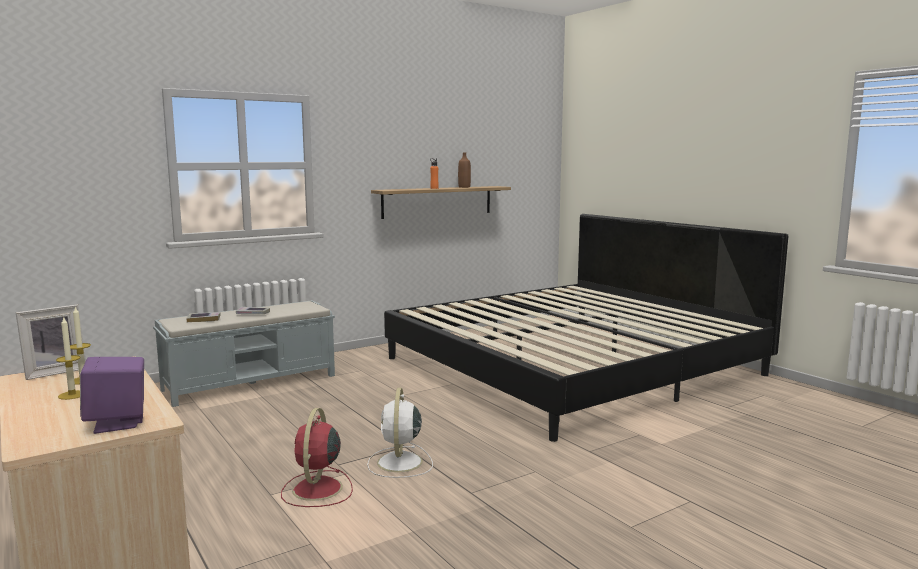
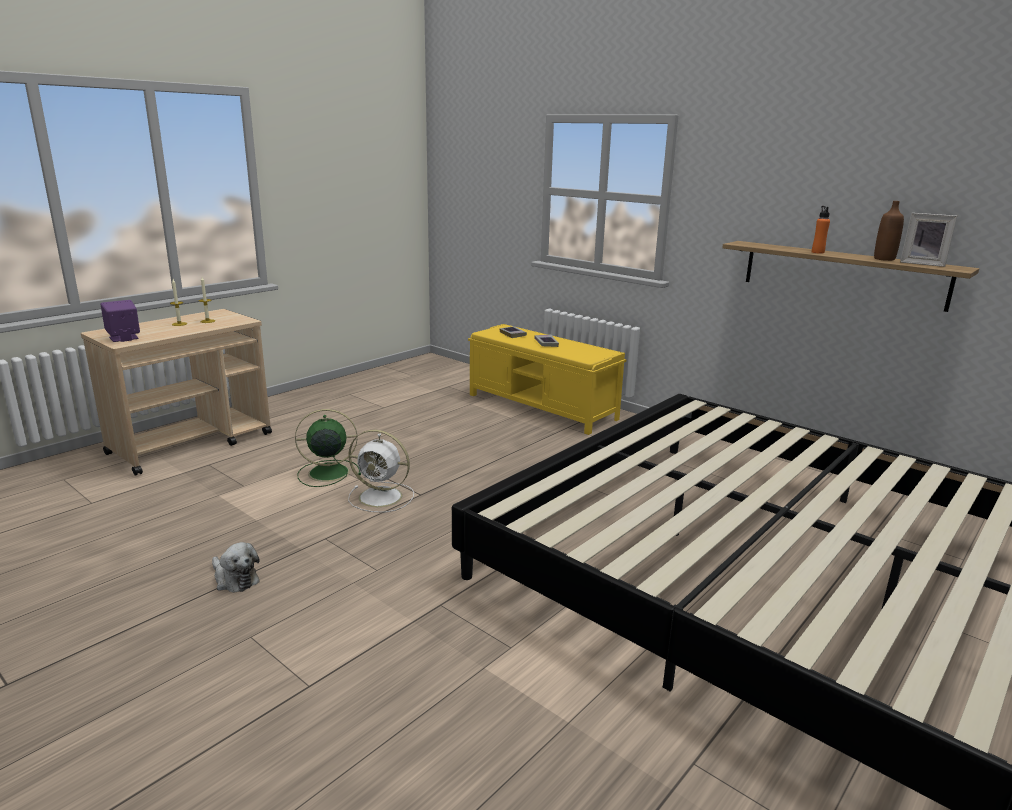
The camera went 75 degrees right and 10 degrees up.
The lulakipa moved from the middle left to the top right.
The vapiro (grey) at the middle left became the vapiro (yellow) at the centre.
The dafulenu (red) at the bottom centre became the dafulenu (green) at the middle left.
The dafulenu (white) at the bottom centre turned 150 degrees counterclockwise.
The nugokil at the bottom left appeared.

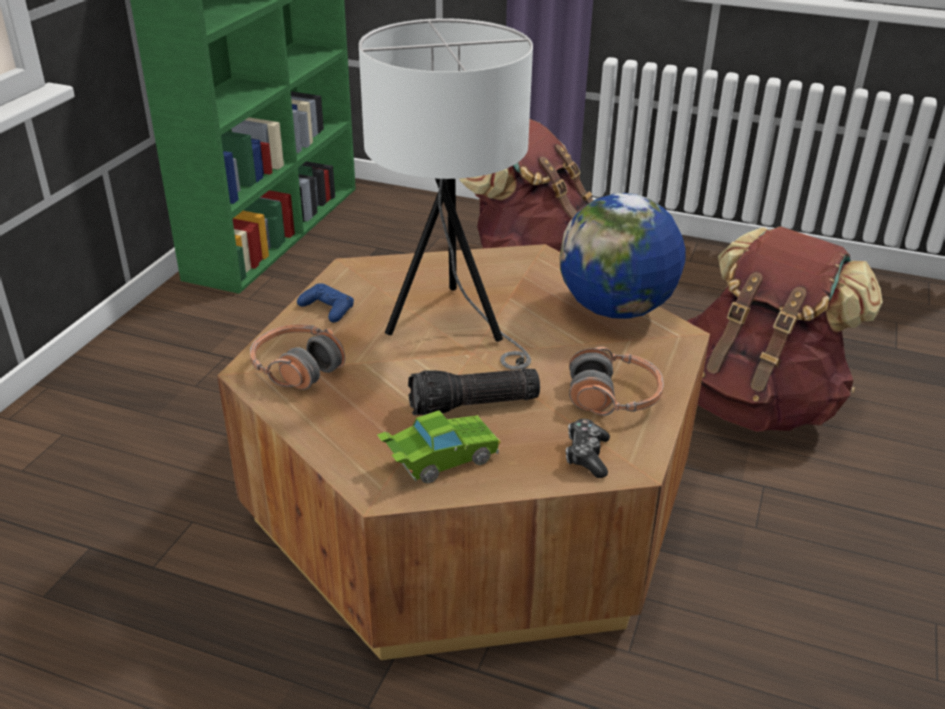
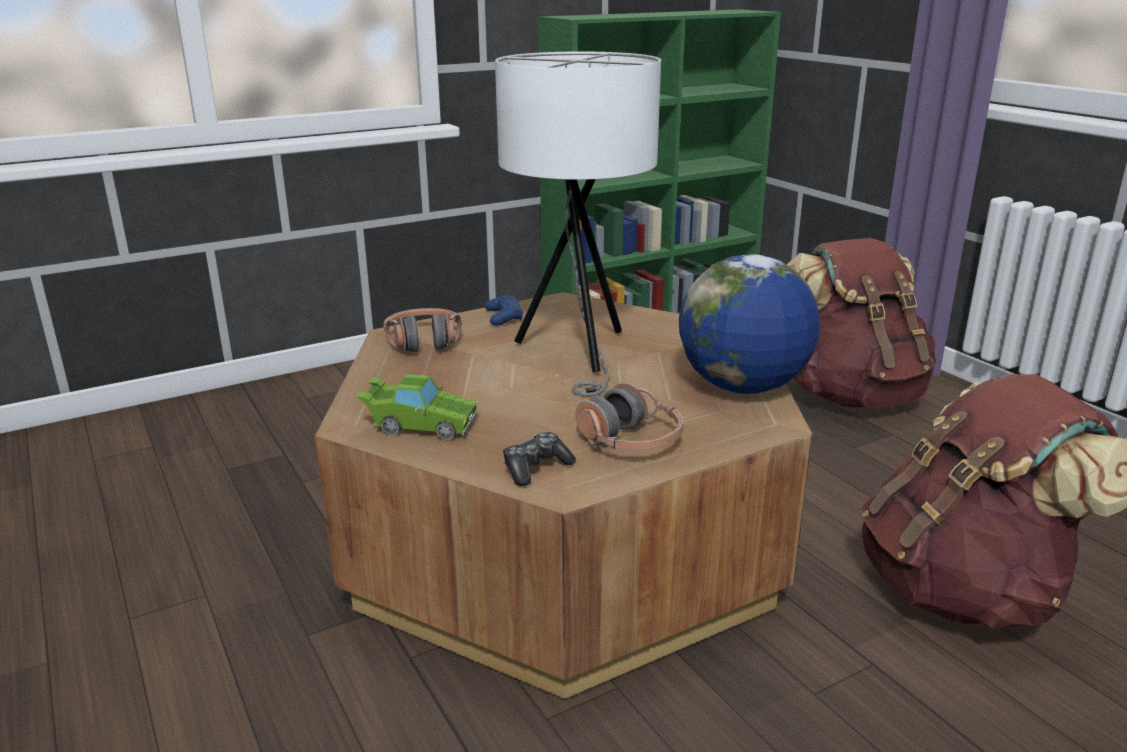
The camera went 40 degrees right and 10 degrees down.
The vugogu at the centre disappeared.

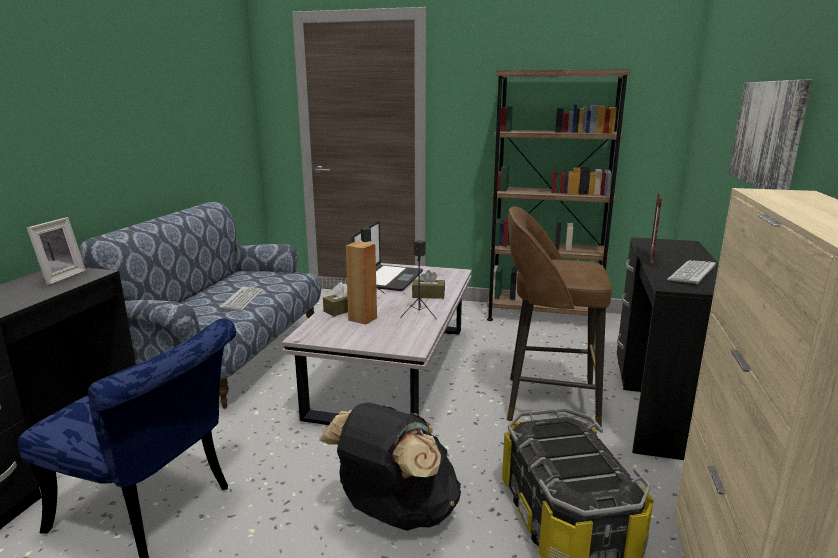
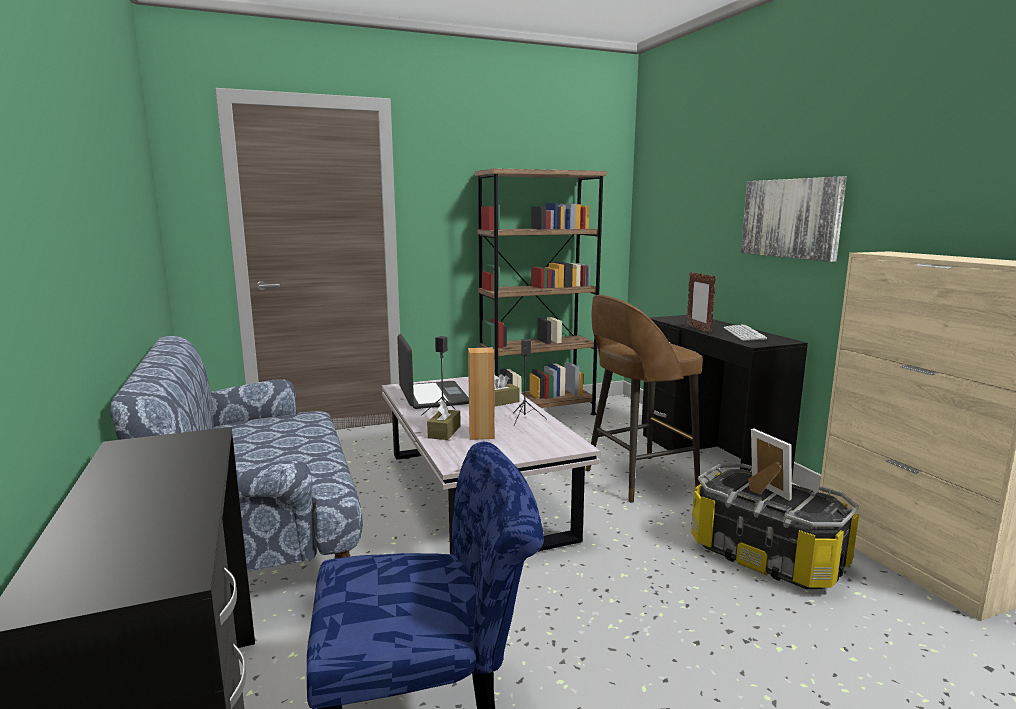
The camera went 35 degrees left and 5 degrees down.
The lulakipa (1st from left in the first image) moved from the middle left to the middle right.
The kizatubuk (1st from left) at the middle left disappeared.
The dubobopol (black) at the bottom centre disappeared.

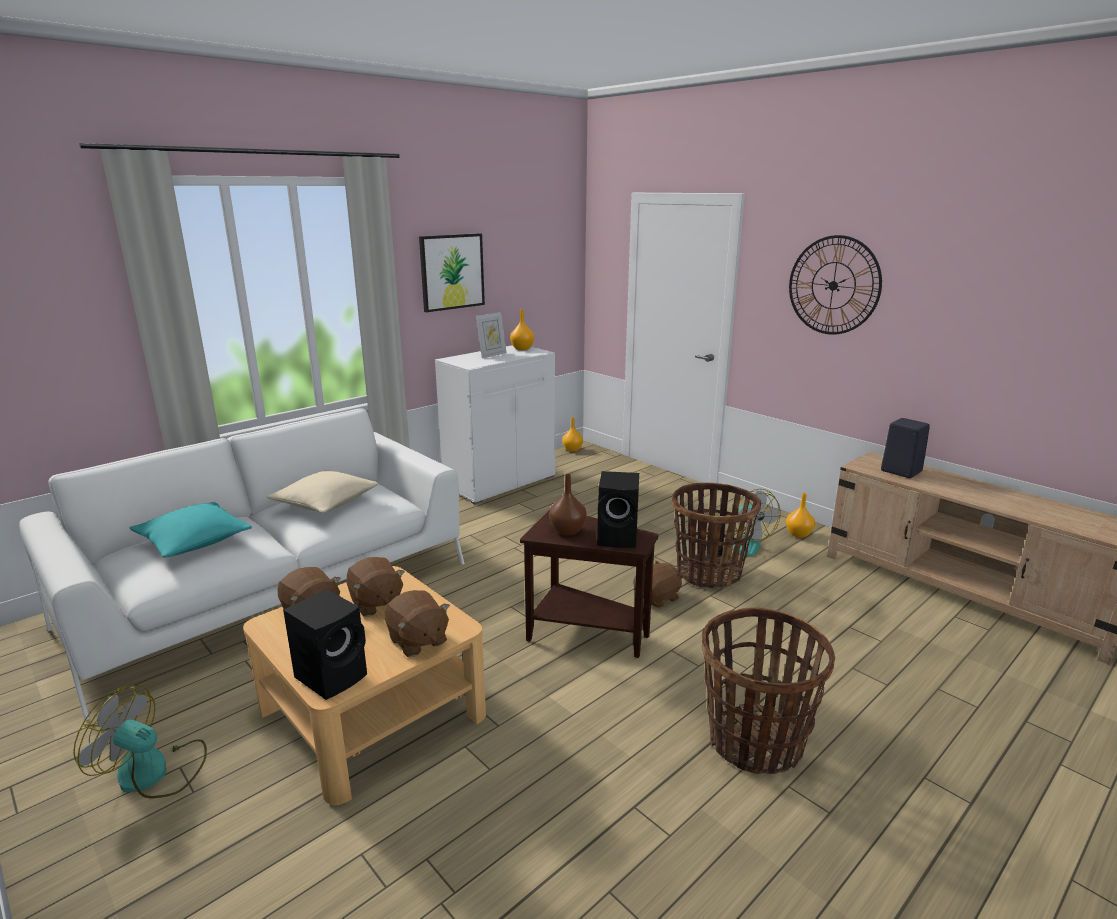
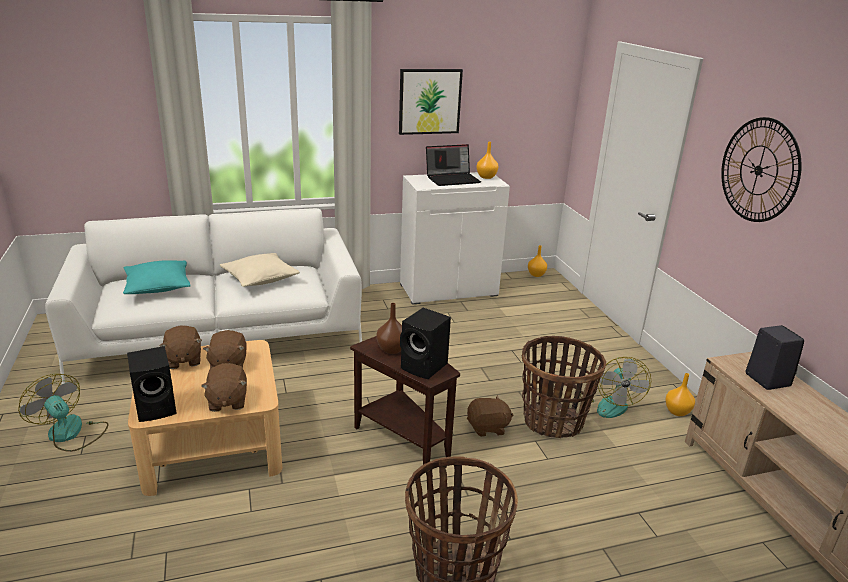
The camera went 25 degrees right and 5 degrees up.
The lulakipa at the centre was replaced by the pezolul at the top centre.

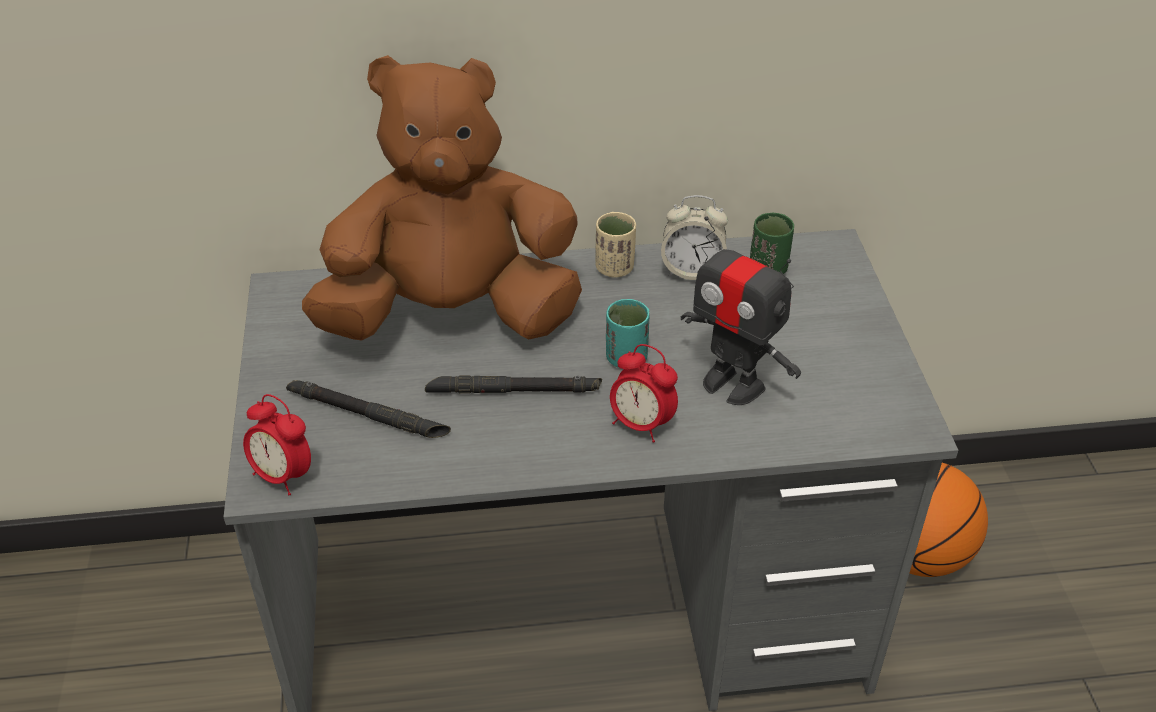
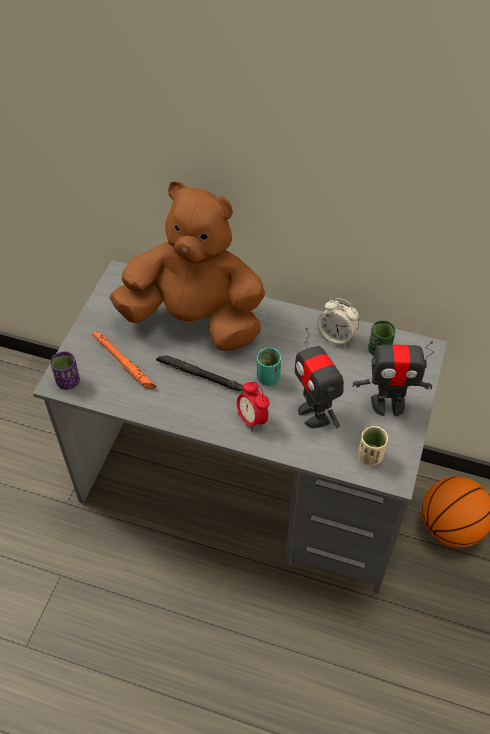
The camera went 25 degrees right and 10 degrees up.
The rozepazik (1st from left) at the middle left was replaced by the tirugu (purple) at the middle left.
The vugogu (black) (1st from left) at the middle left became the vugogu (orange) at the middle left.
The tirugu (beige) moved from the centre to the middle right.
The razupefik (2nd from left) at the middle right appeared.

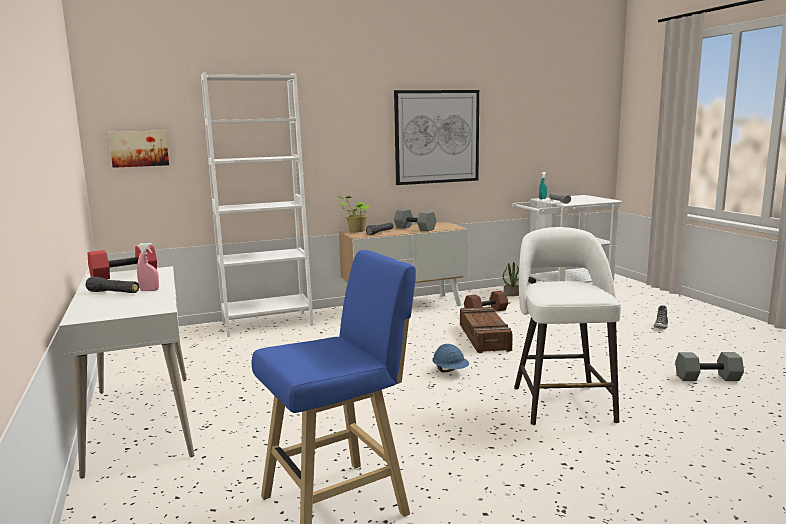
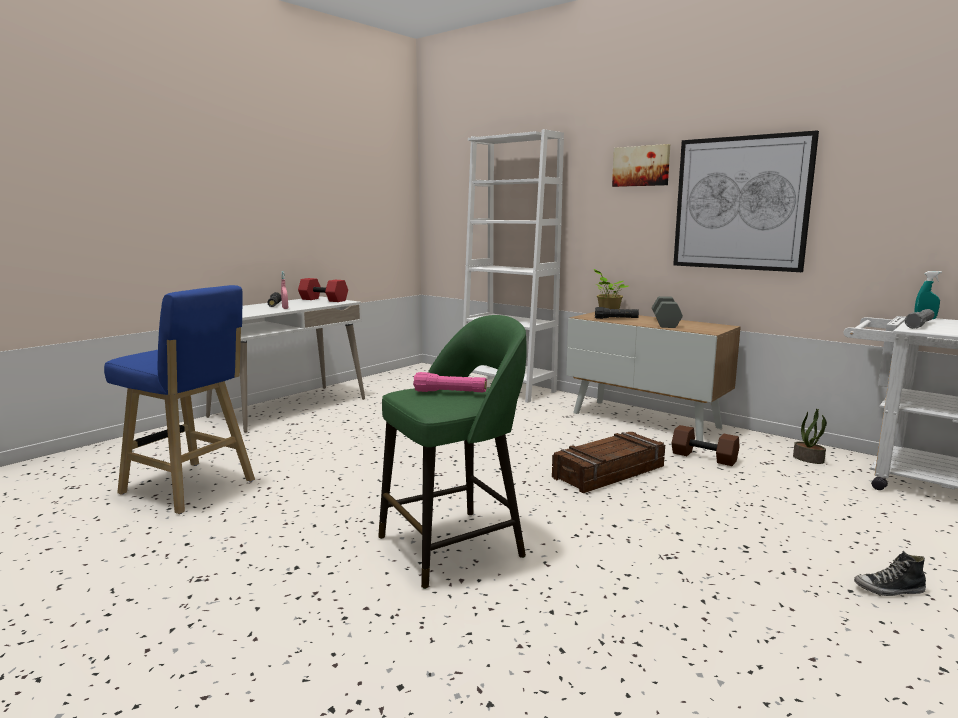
The camera went 60 degrees right and 0 degrees up.
The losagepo (1st from left) moved from the top left to the top right.
The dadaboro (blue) at the bottom centre disappeared.
The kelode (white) at the middle right became the kelode (green) at the centre.
The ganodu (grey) (2nd from left) at the bottom right disappeared.
The vugogu (pink) at the centre appeared.

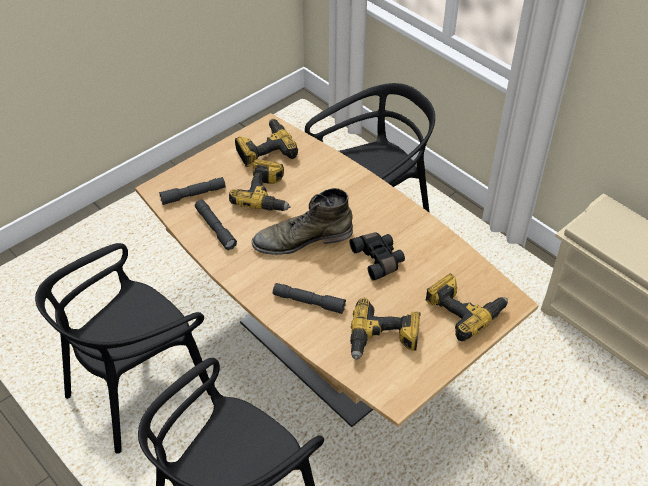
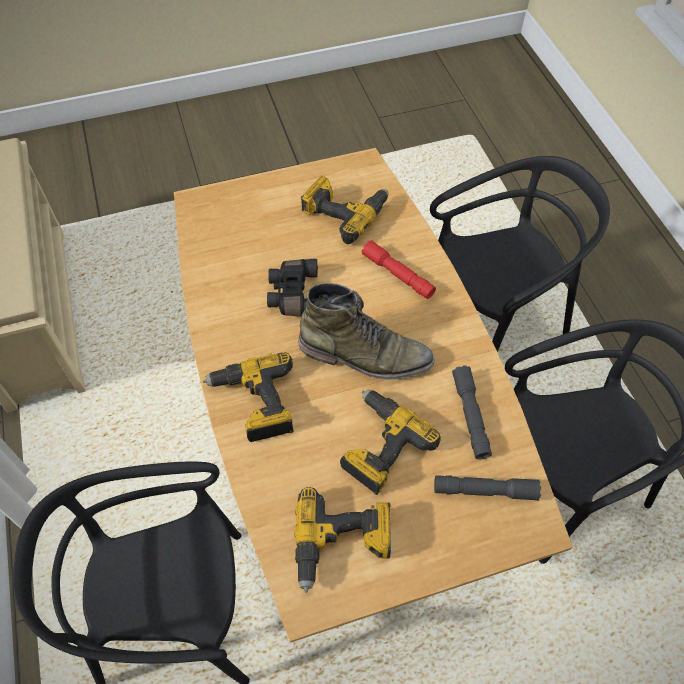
The camera went 155 degrees left and 10 degrees up.
The vugogu (grey) (3rd from left) at the centre became the vugogu (red) at the centre.
The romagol (4th from left in the first image) moved from the middle right to the centre.

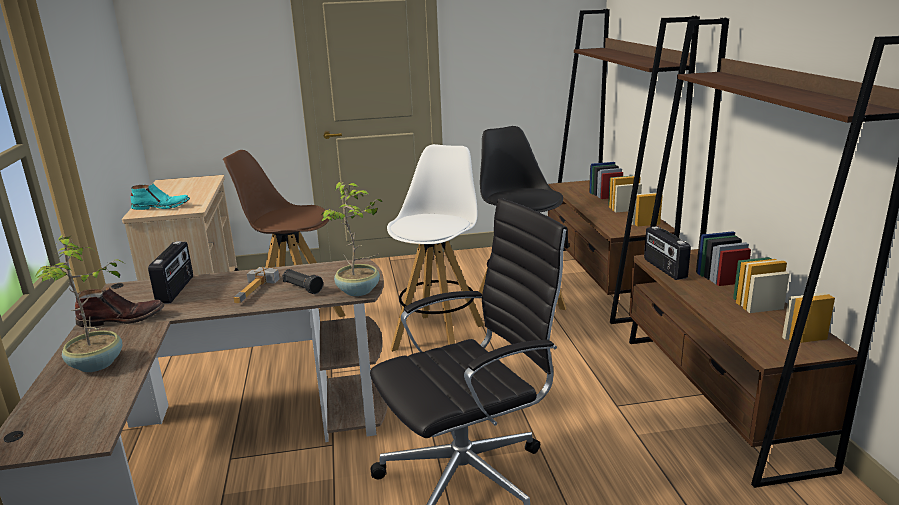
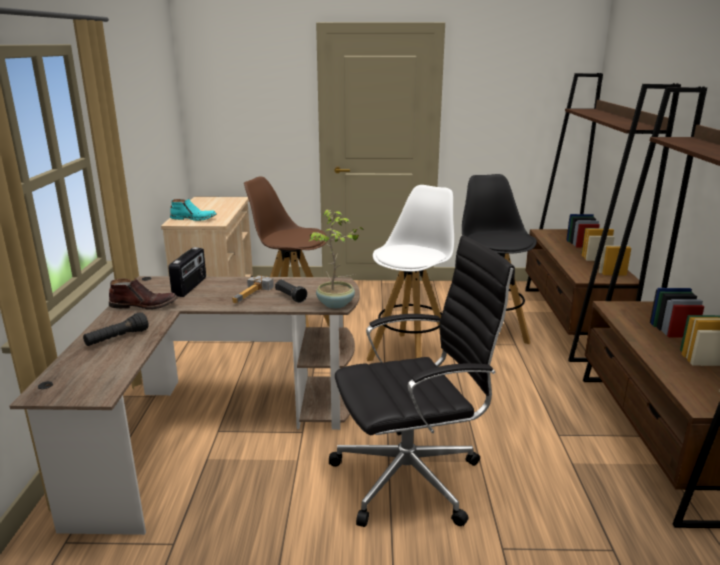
The camera went 10 degrees right and 0 degrees up.
The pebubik (1st from left) at the middle left was replaced by the vugogu (black) (1st from left) at the middle left.
The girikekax (2nd from left) at the middle right disappeared.

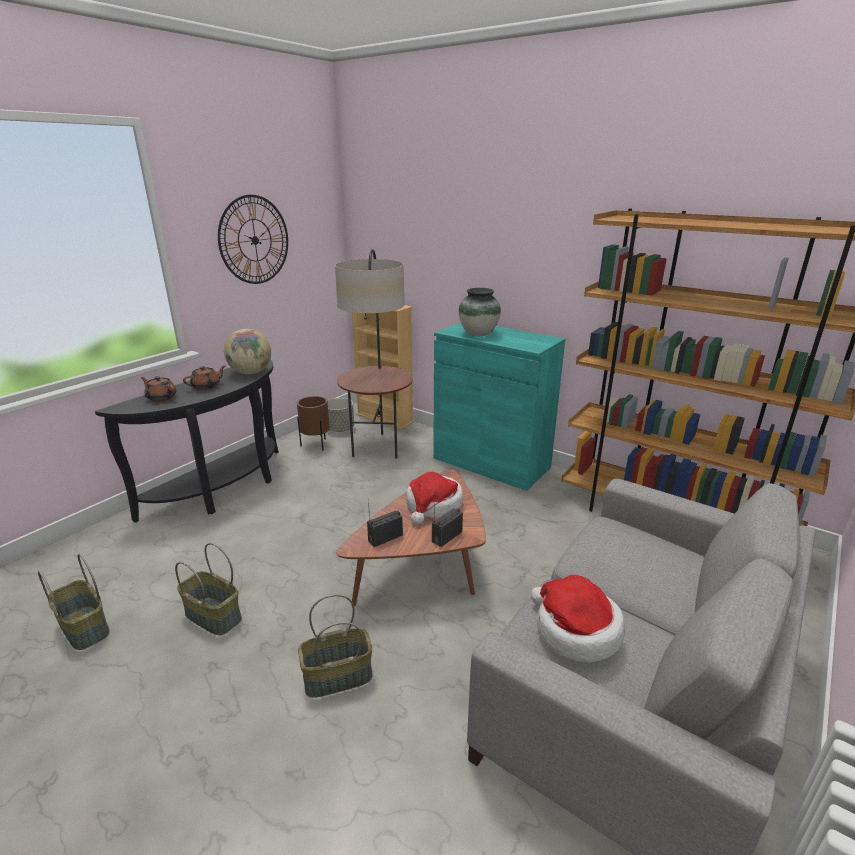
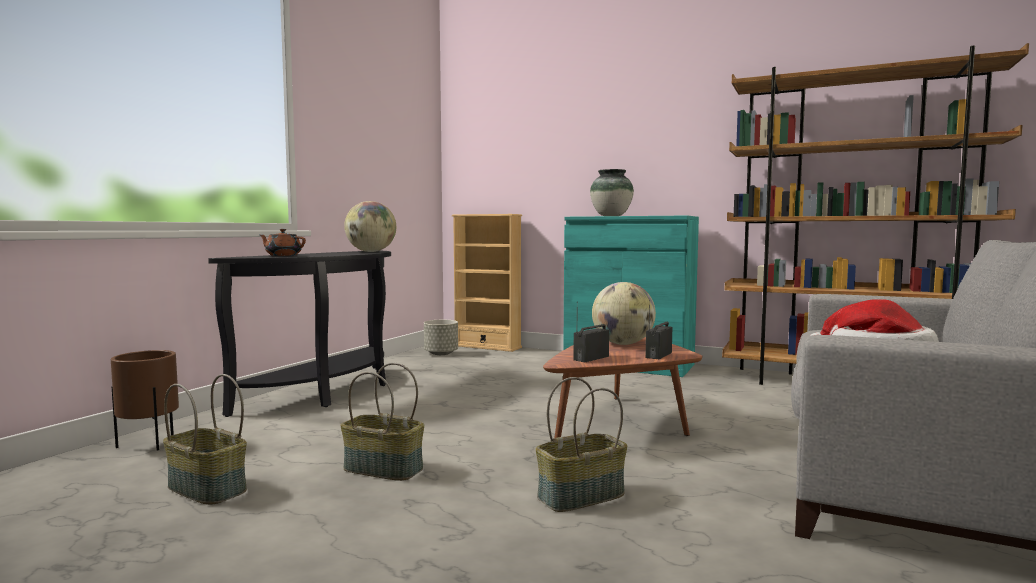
The camera went 10 degrees left and 20 degrees down.
The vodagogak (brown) (2nd from left) at the middle left disappeared.
The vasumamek at the top left disappeared.
The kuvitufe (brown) moved from the centre to the bottom left.
The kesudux at the centre disappeared.
The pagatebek (1st from left) at the centre was replaced by the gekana (2nd from left) at the centre.

